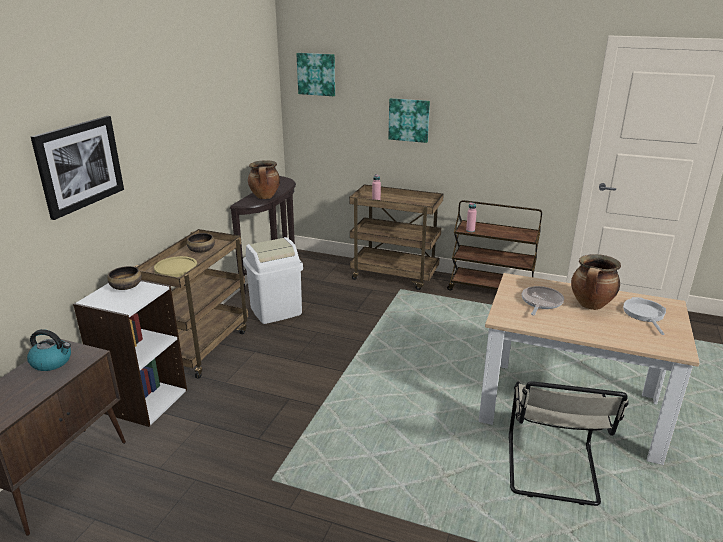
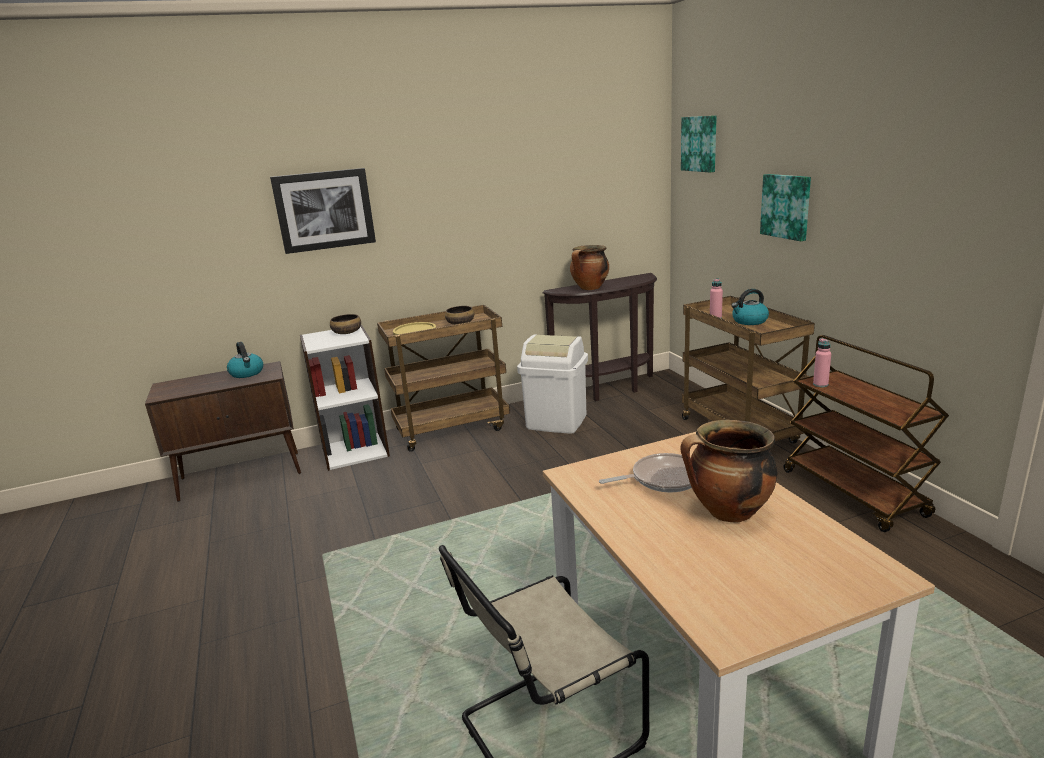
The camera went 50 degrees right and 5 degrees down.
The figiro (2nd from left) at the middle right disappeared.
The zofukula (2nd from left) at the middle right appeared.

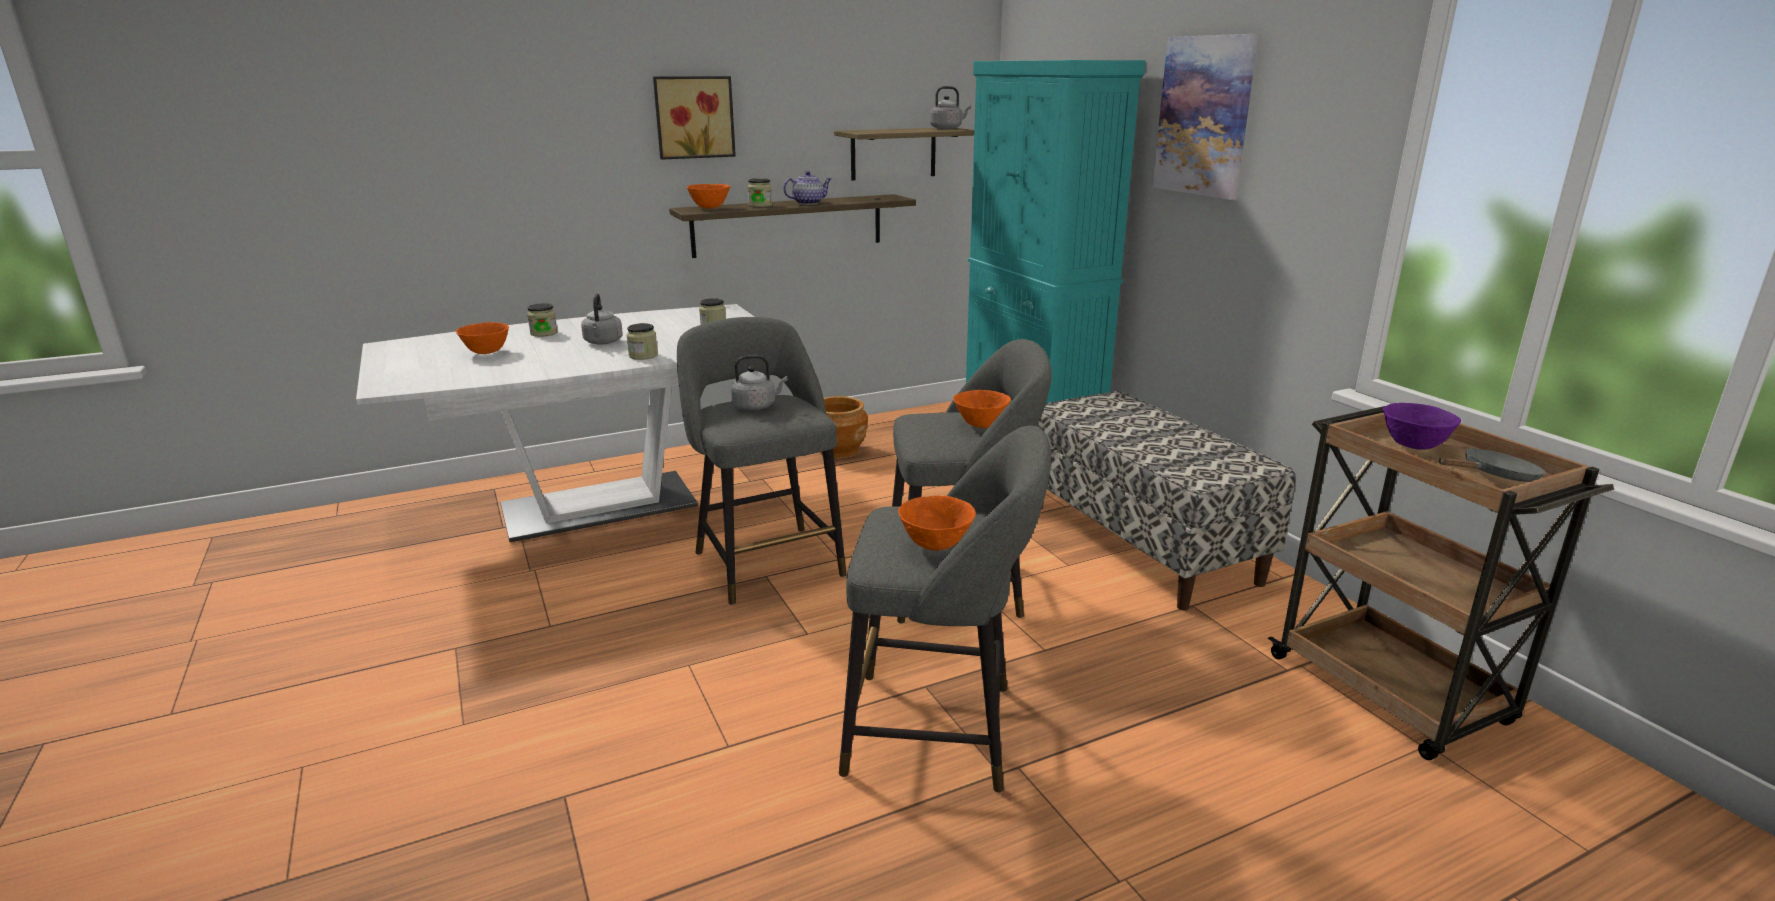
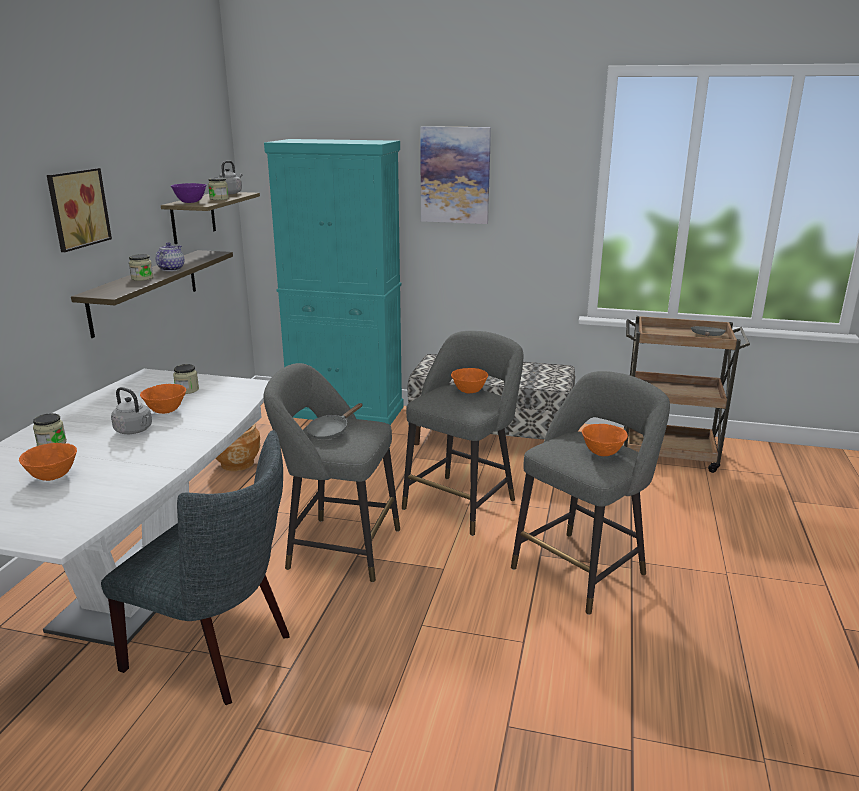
The camera went 50 degrees left and 0 degrees up.
The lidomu (2nd from left in the first image) moved from the centre to the top left.
The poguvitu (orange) (2nd from left) moved from the top centre to the middle left.
The zofukula (grey) (2nd from left) at the centre was replaced by the figiro (grey) (1st from left) at the centre.
The poguvitu (purple) moved from the middle right to the top left.
The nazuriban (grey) at the bottom left appeared.

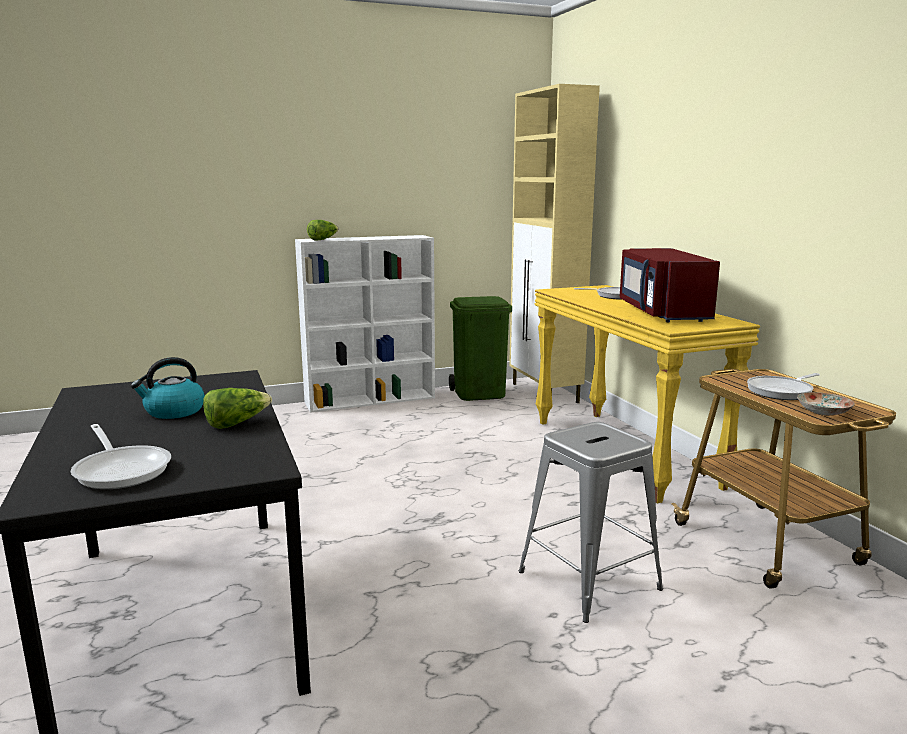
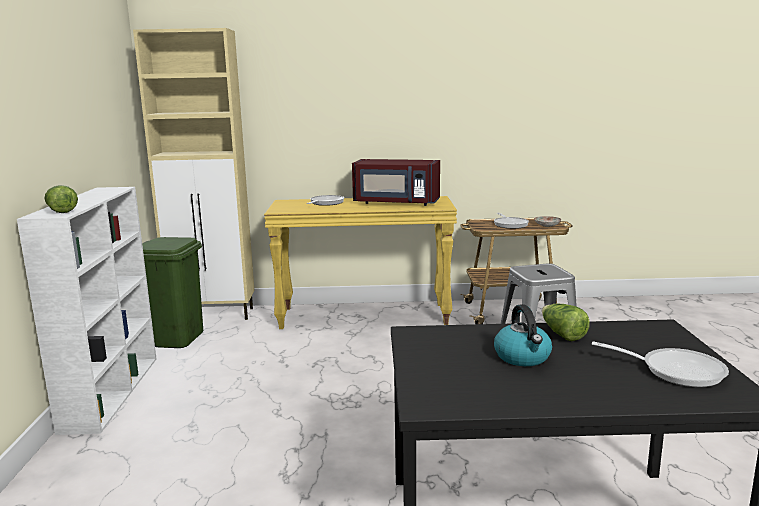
The camera went 70 degrees left and 0 degrees up.
The figiro (1st from left in the first image) at the middle left turned 45 degrees clockwise.

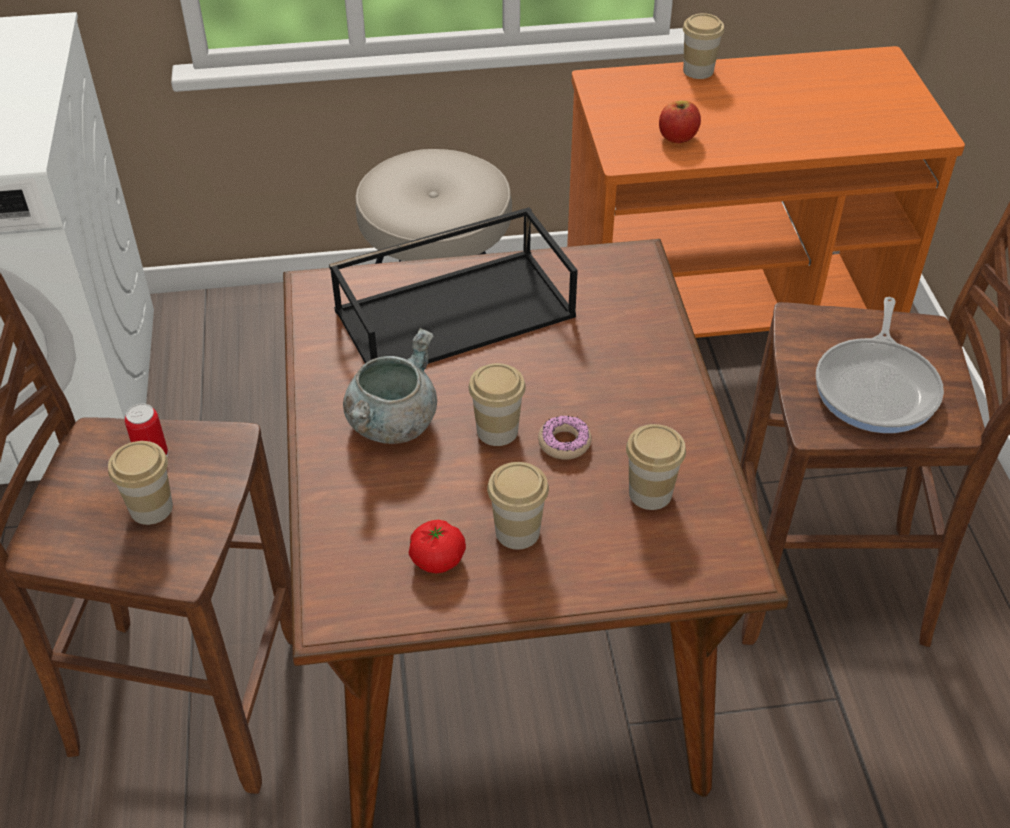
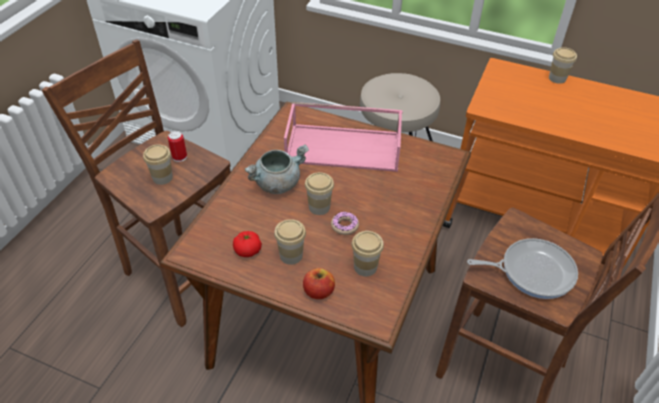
The camera went 30 degrees right and 0 degrees up.
The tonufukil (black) at the centre became the tonufukil (pink) at the centre.
The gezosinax moved from the top right to the bottom centre.
The figiro at the middle right turned 135 degrees counterclockwise.

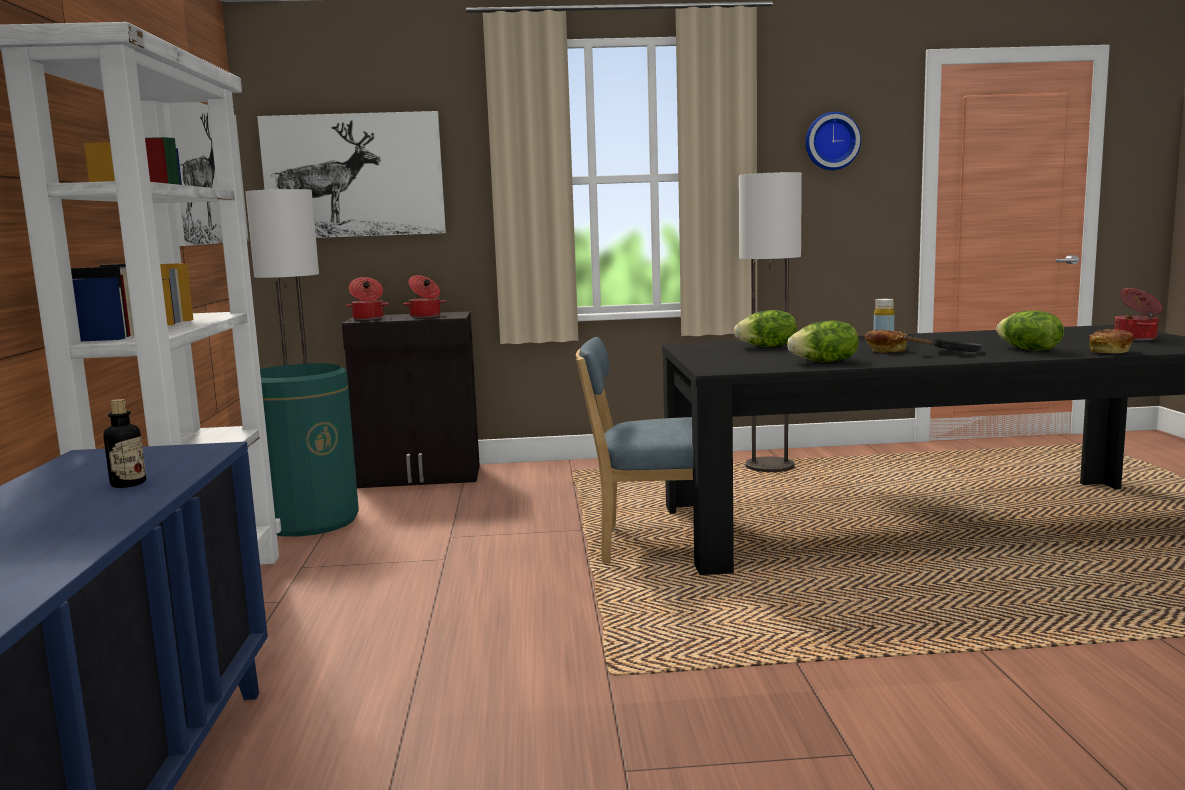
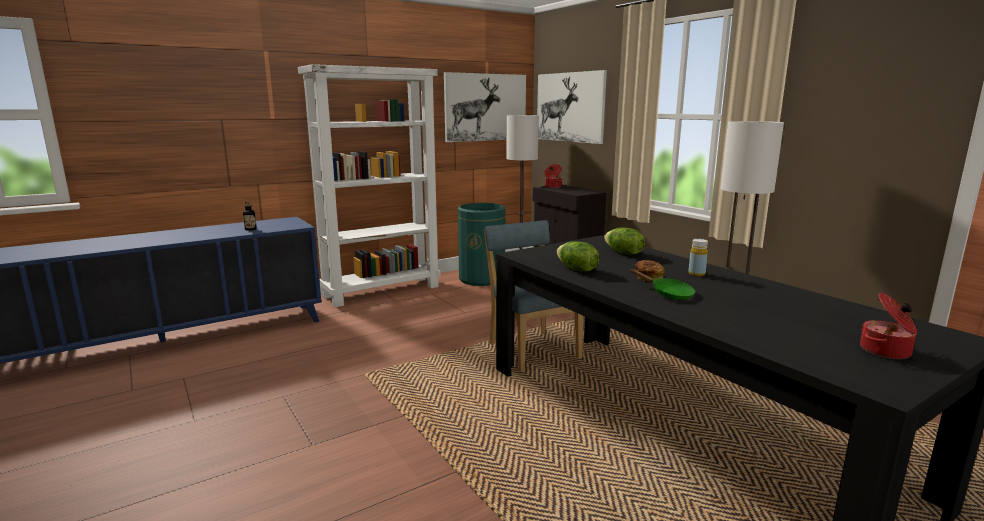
The camera went 60 degrees right and 5 degrees up.
The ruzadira (2nd from left) at the centre disappeared.
The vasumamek at the top right disappeared.
The figiro (black) at the middle right became the figiro (green) at the middle right.
The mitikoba (3rd from left) at the middle right disappeared.
The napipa (2nd from left) at the middle right disappeared.

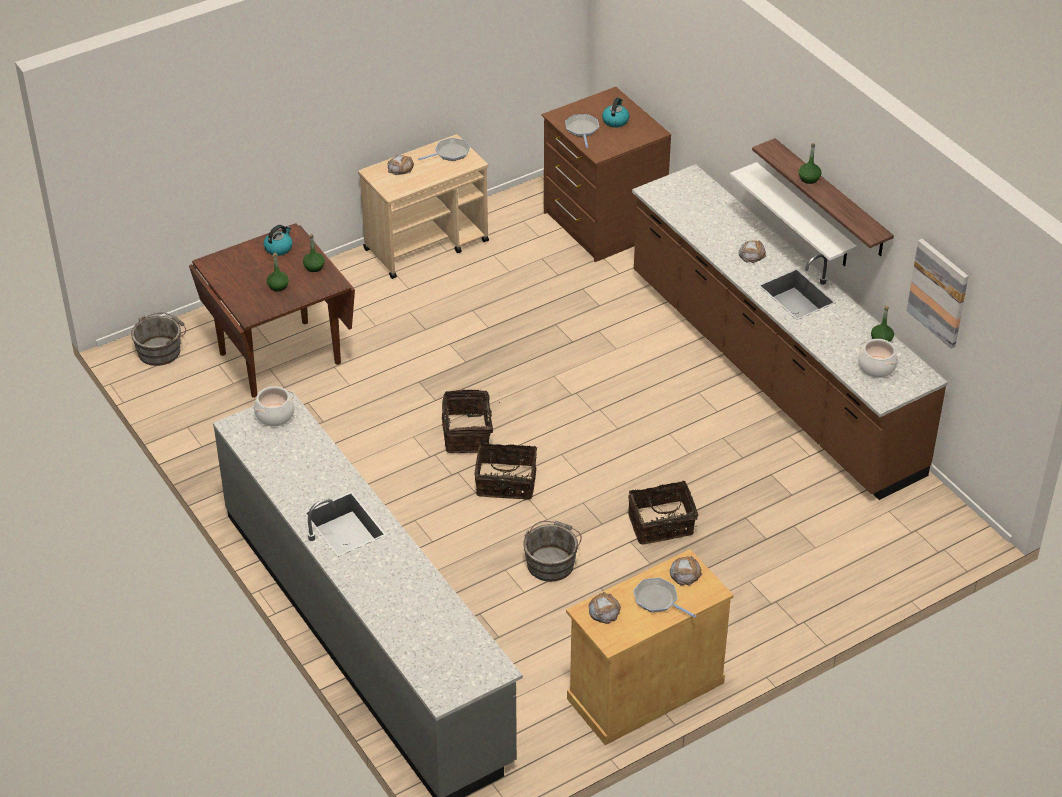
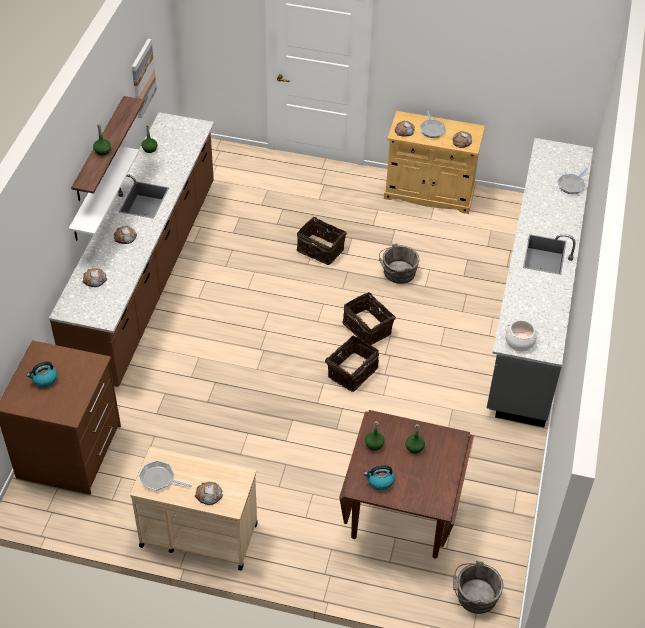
The camera went 135 degrees left and 5 degrees up.
The figiro (2nd from left in the first image) moved from the top centre to the top right.
The ruzadira (2nd from left) at the middle right disappeared.
The napipa (1st from left) at the middle left appeared.

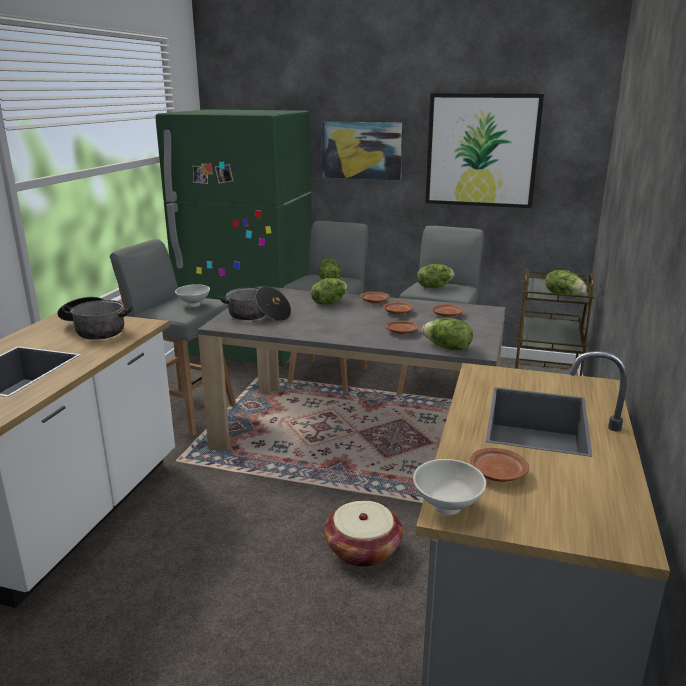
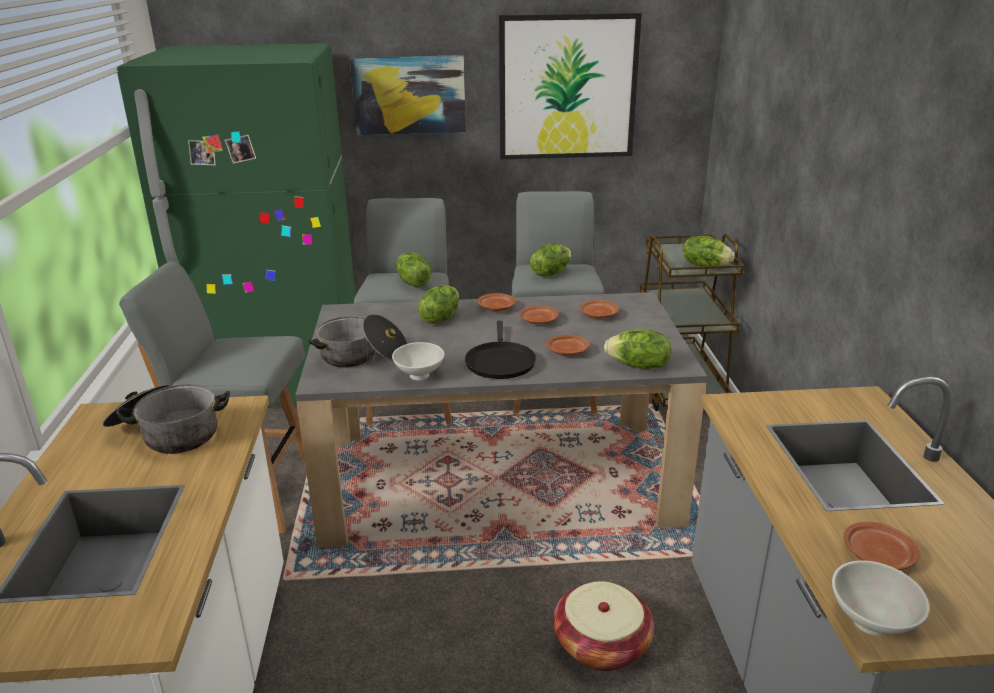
The camera went 20 degrees left and 5 degrees up.
The poguvitu (white) (1st from left) moved from the middle left to the centre.
The figiro (black) at the centre appeared.

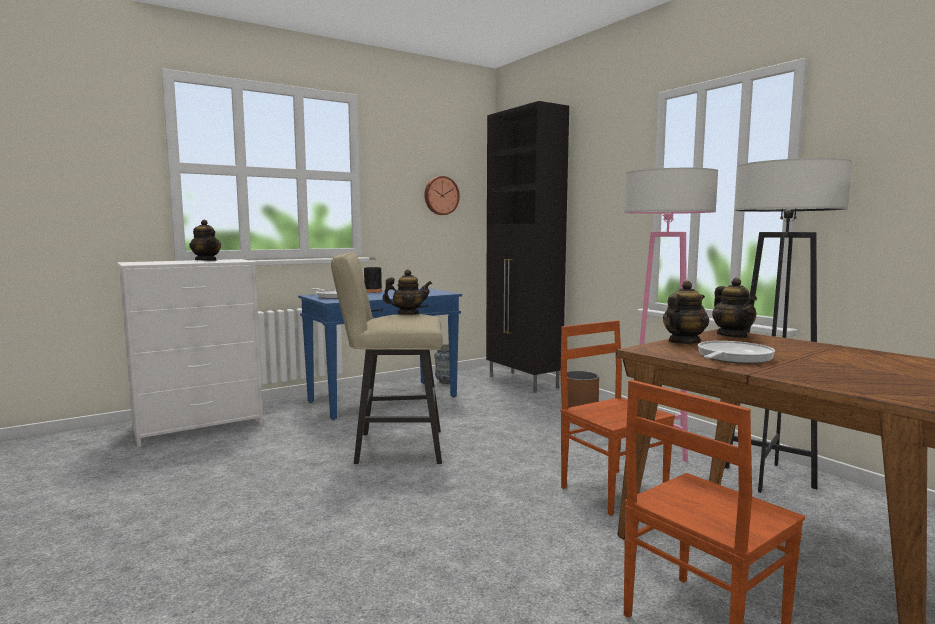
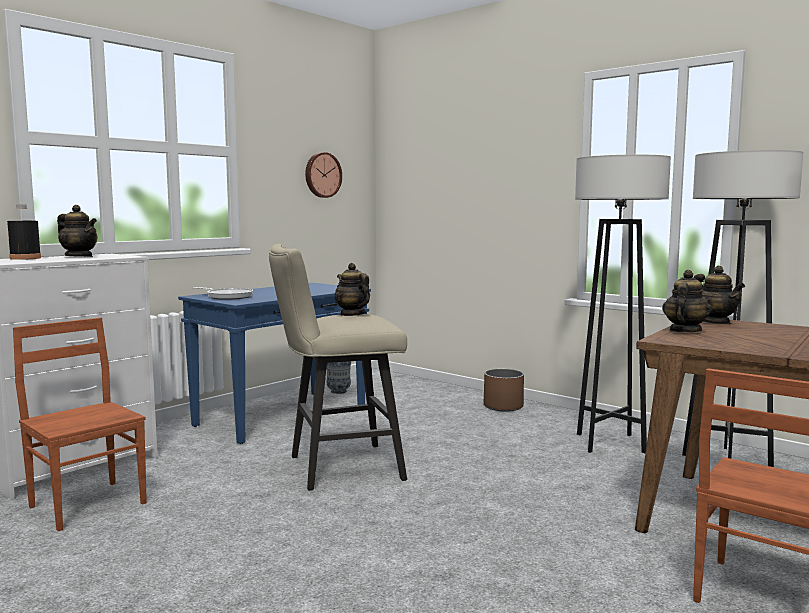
The camera went 15 degrees left and 0 degrees up.
The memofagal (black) moved from the centre to the middle left.
The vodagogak (2nd from left) at the centre turned 105 degrees counterclockwise.
The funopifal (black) at the centre disappeared.
The nazuriban (brown) (1st from left) moved from the bottom centre to the bottom left.
The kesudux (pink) at the middle right became the kesudux (grey) (1st from left) at the middle right.
The figiro (2nd from left) at the middle right disappeared.

